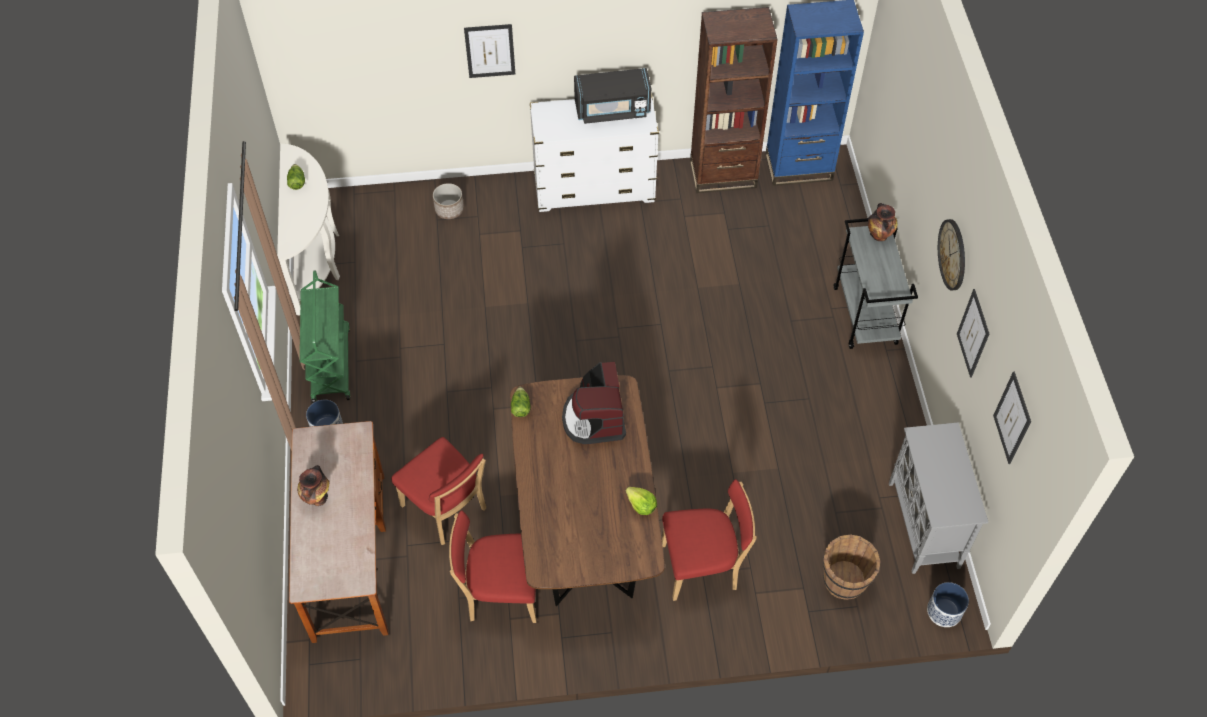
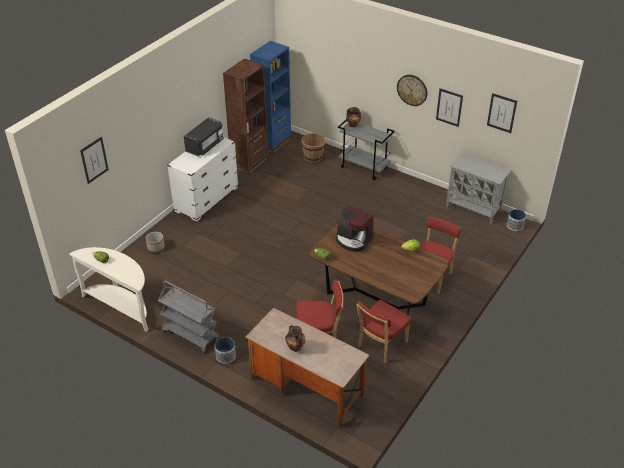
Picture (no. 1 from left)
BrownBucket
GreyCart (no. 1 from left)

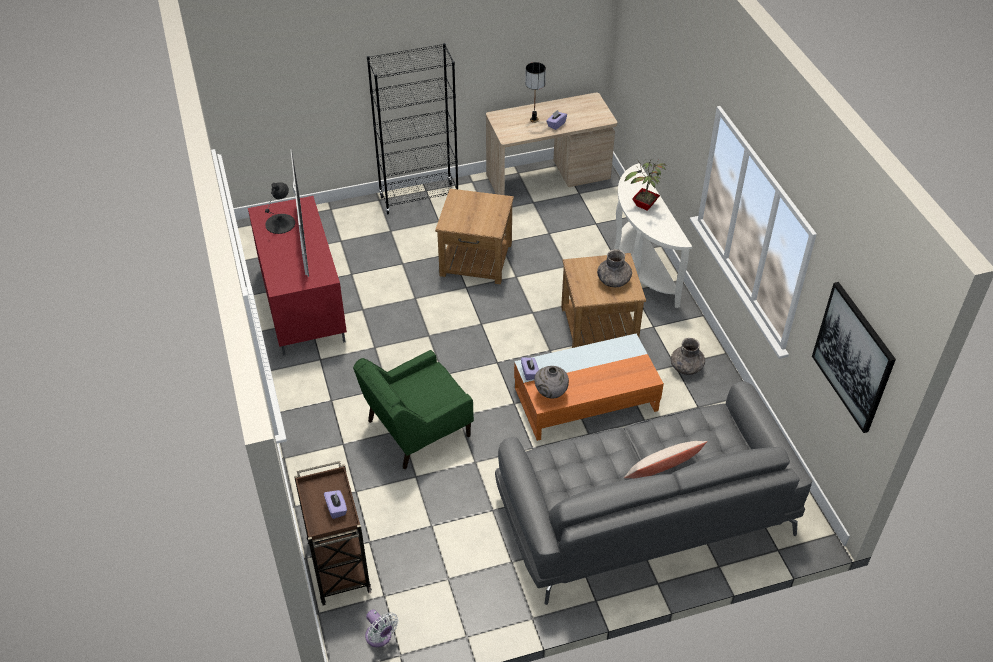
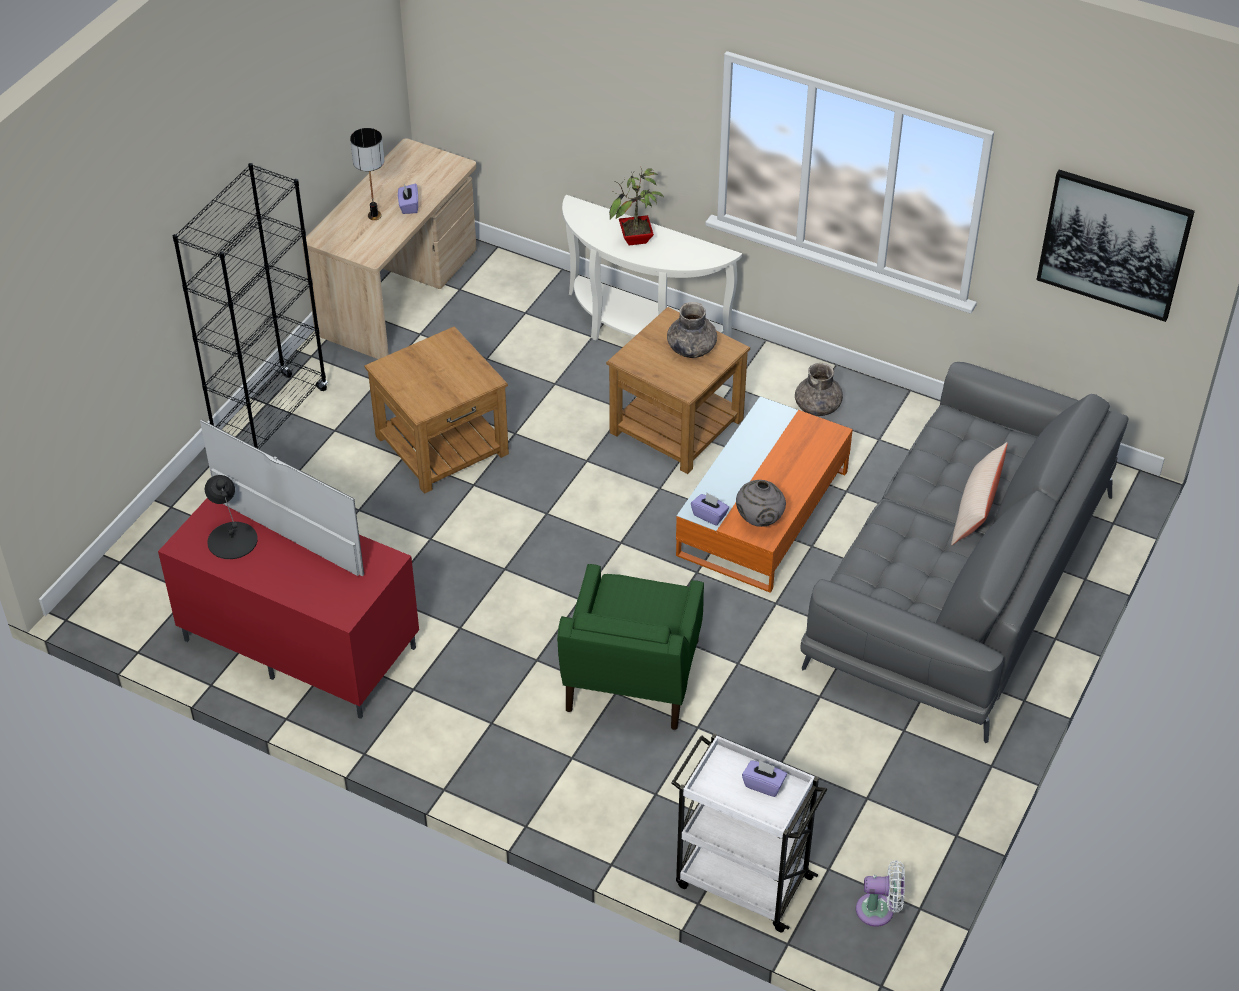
WhiteCart

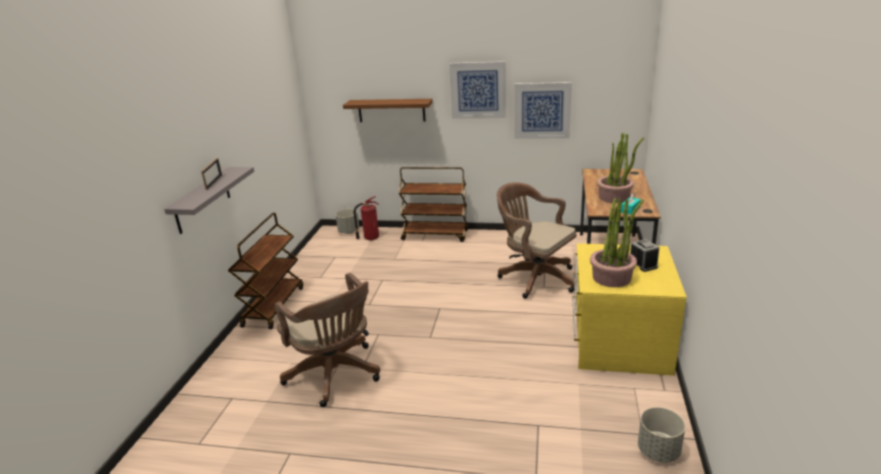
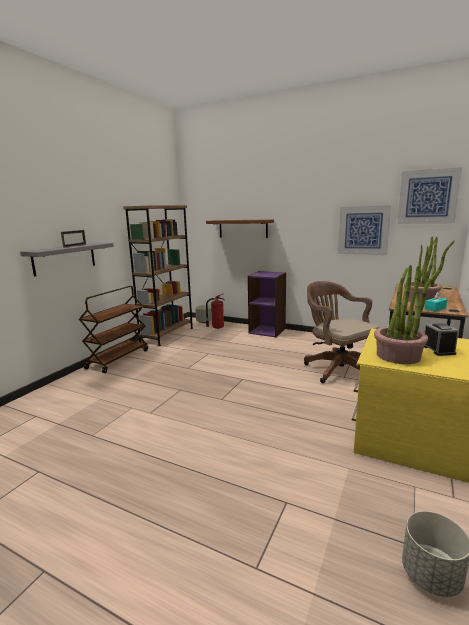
BrownOfficeChair (no. 1 from left in the first image)
BrownBookcase
Picture (no. 2 from left)
PurpleBookcase

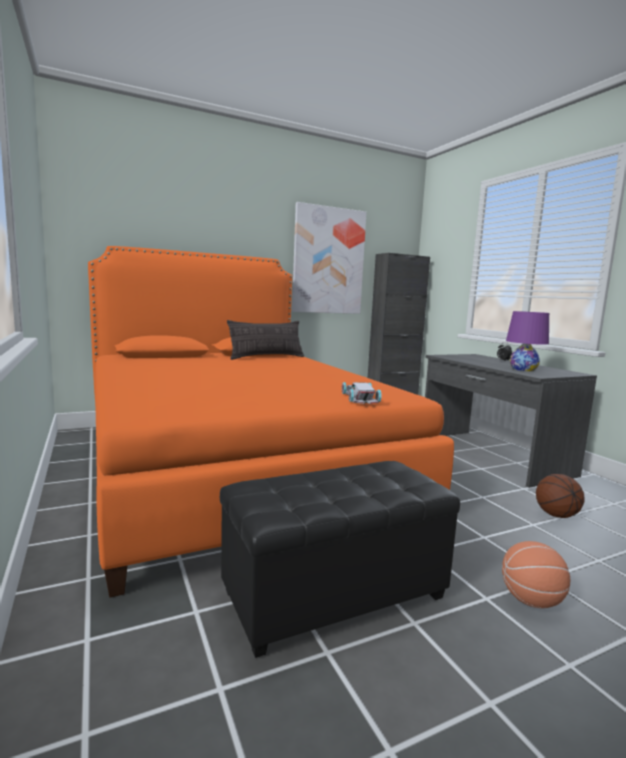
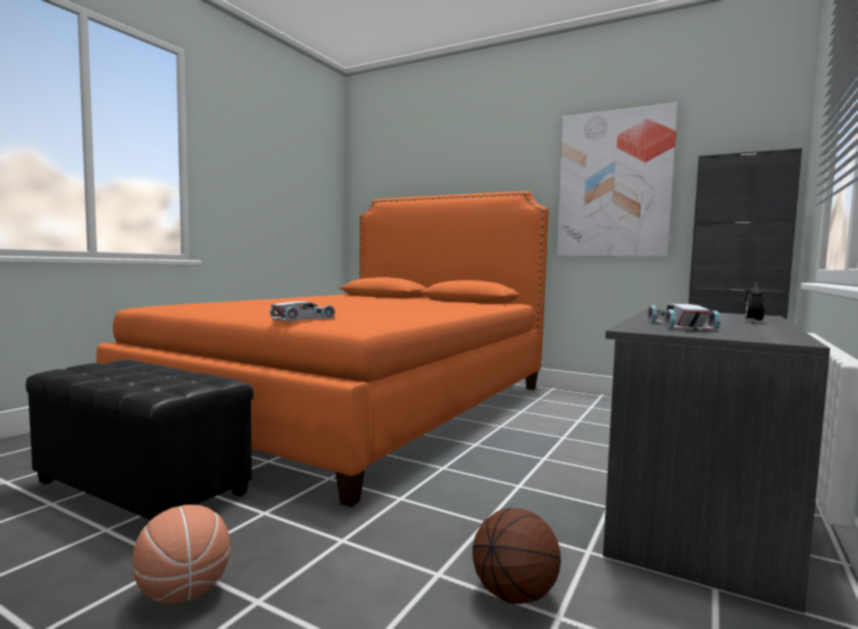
Pillow
WhiteToyCar (no. 2 from left)

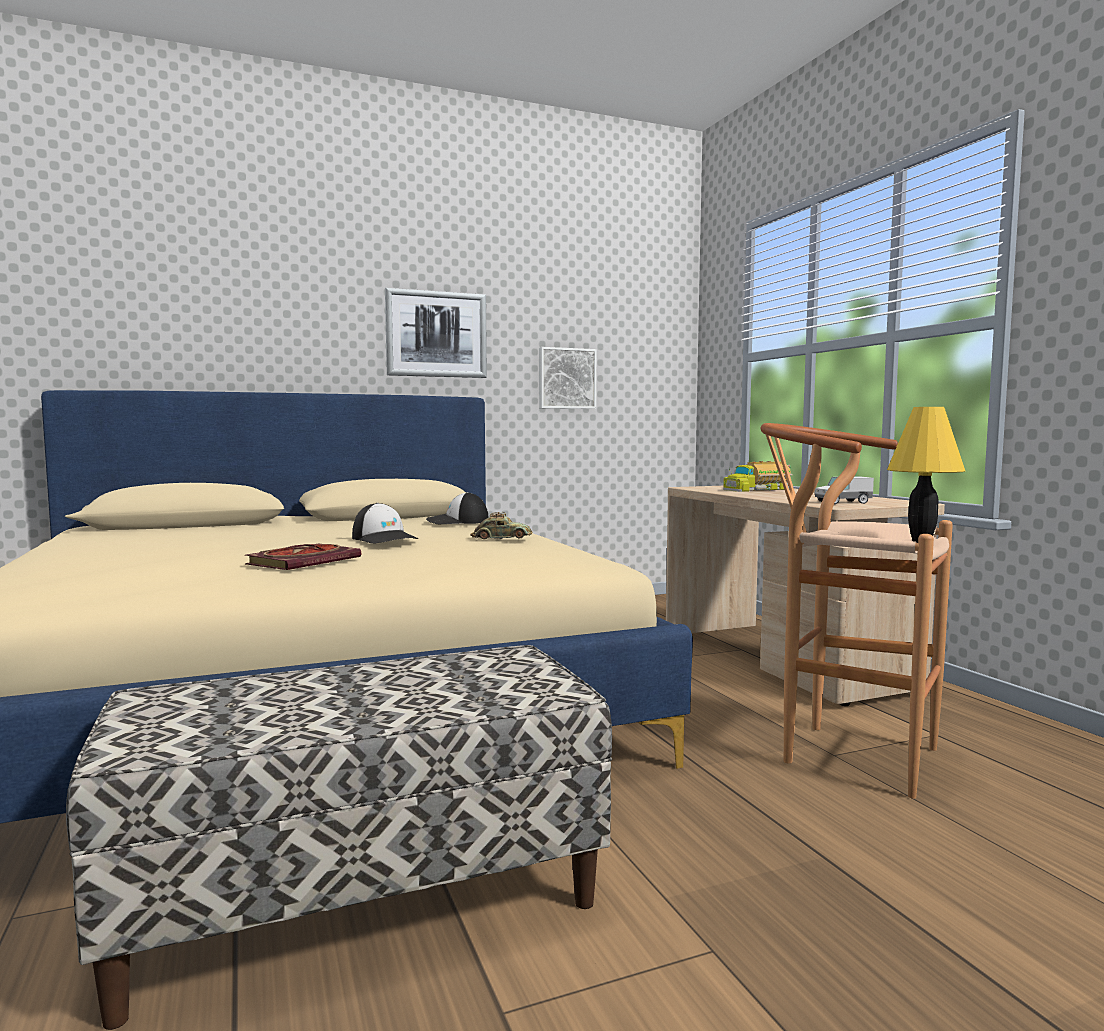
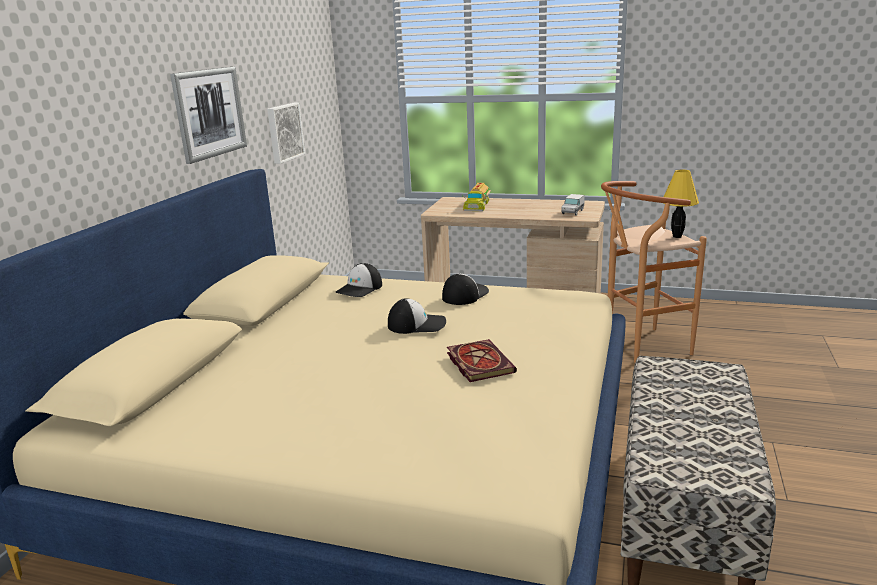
Cap (no. 3 from left)

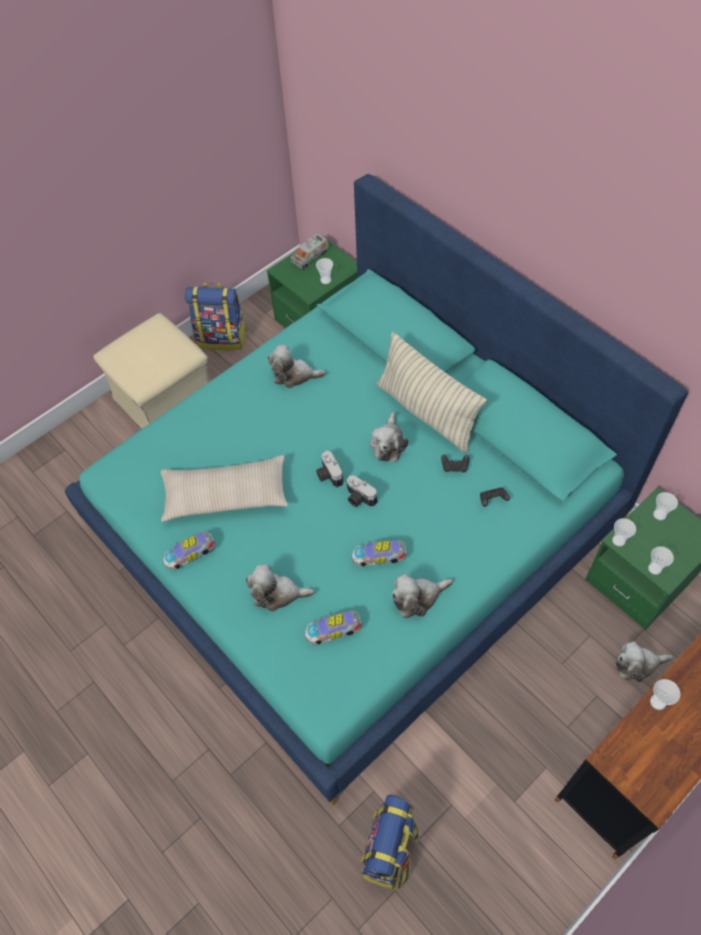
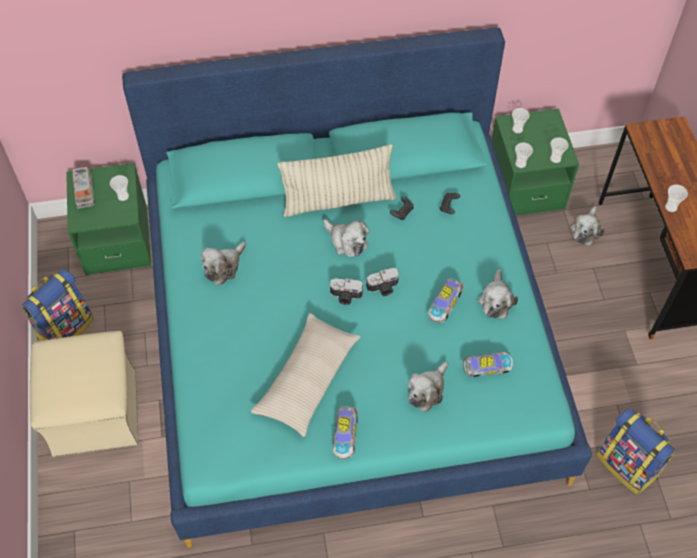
ToyCar (no. 3 from left)

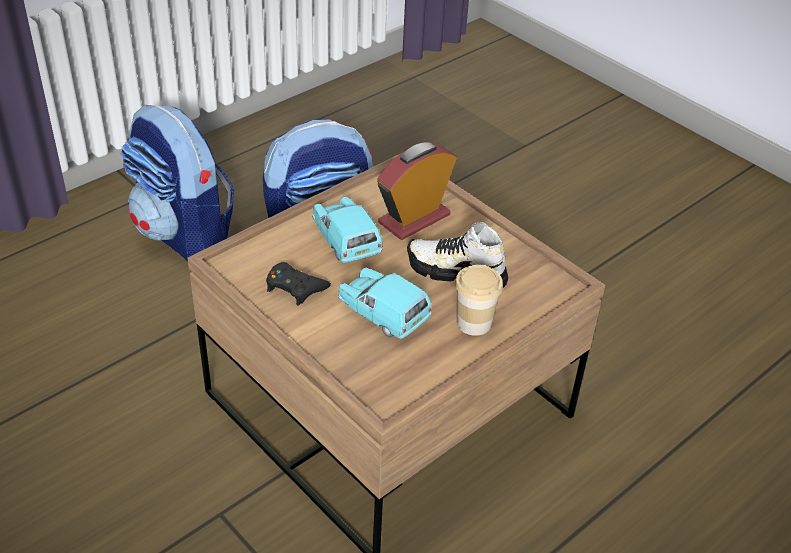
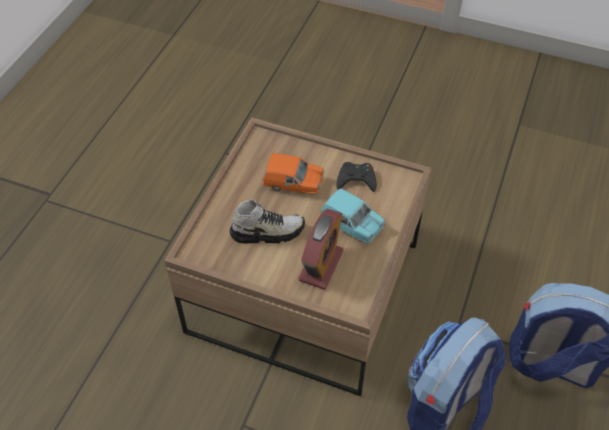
Cup
OrangeToyCar

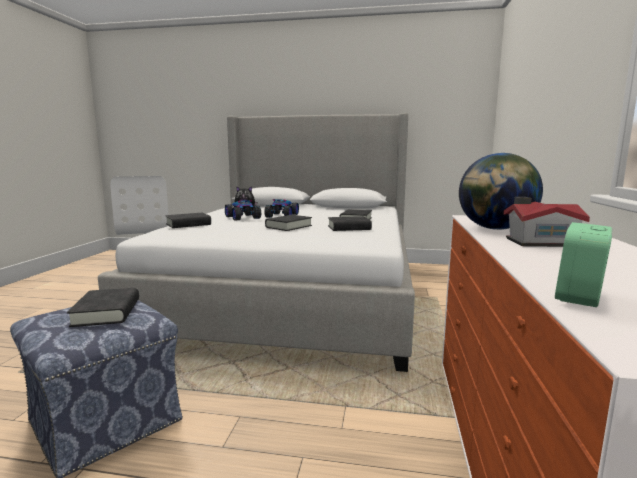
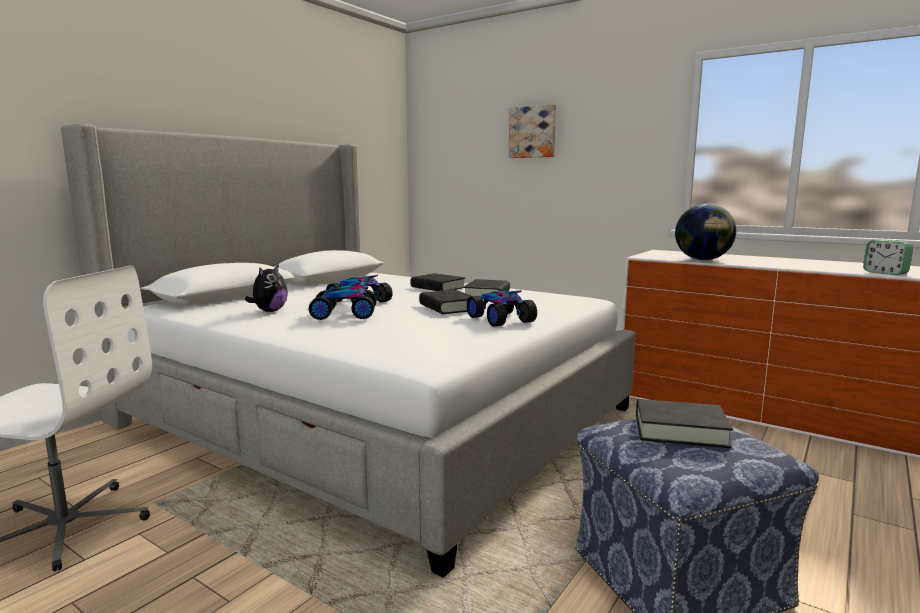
BlackBook (no. 2 from left in the first image)
ToyHouse
ToyCar (no. 3 from left)
Picture

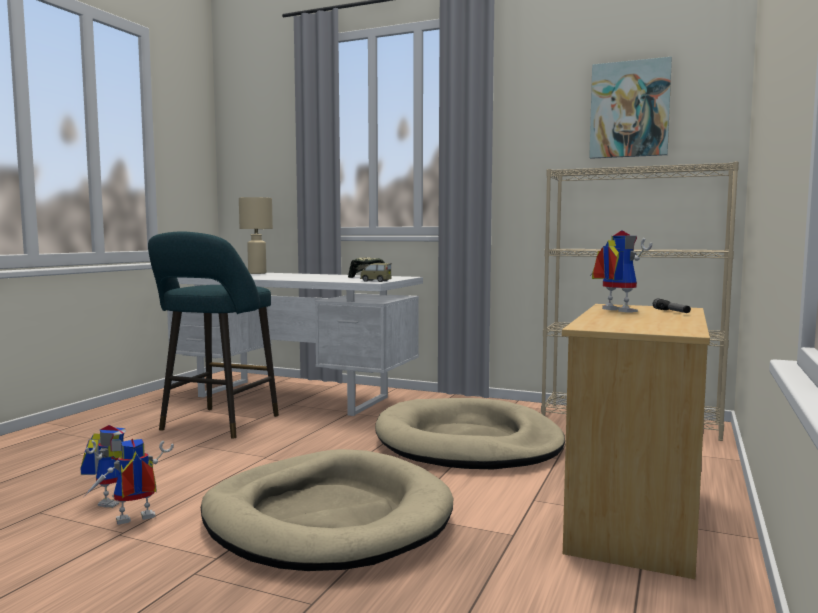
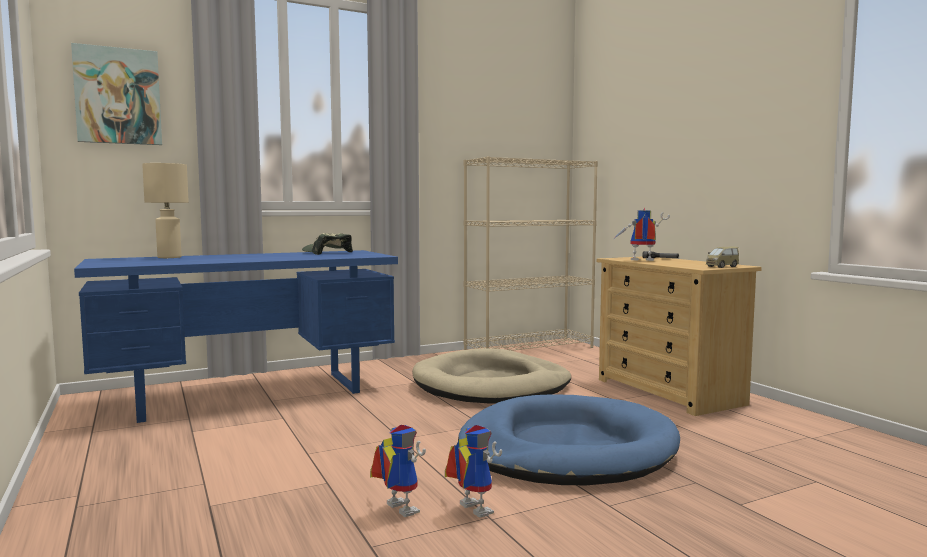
TurquoiseStool
ToyCar
Picture
BlueDesk
BlueDogBed
ToyRobot (no. 2 from left)

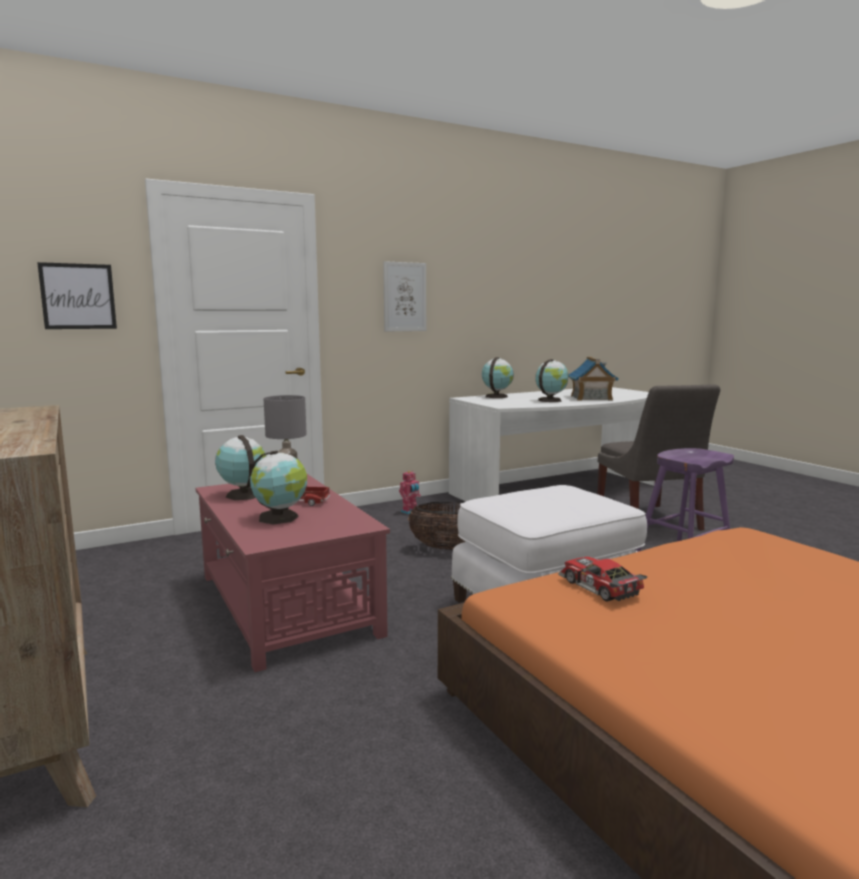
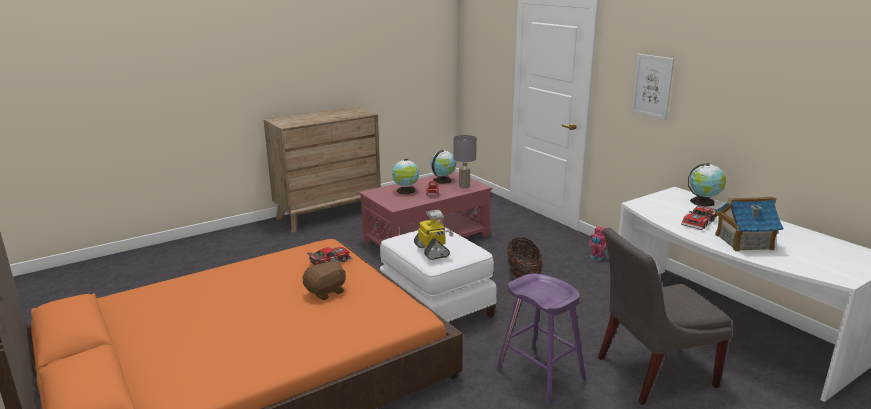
Picture (no. 1 from left in the first image)
BrownPlushToy
ToyRobot (no. 1 from left)
ToyCar (no. 2 from left)

